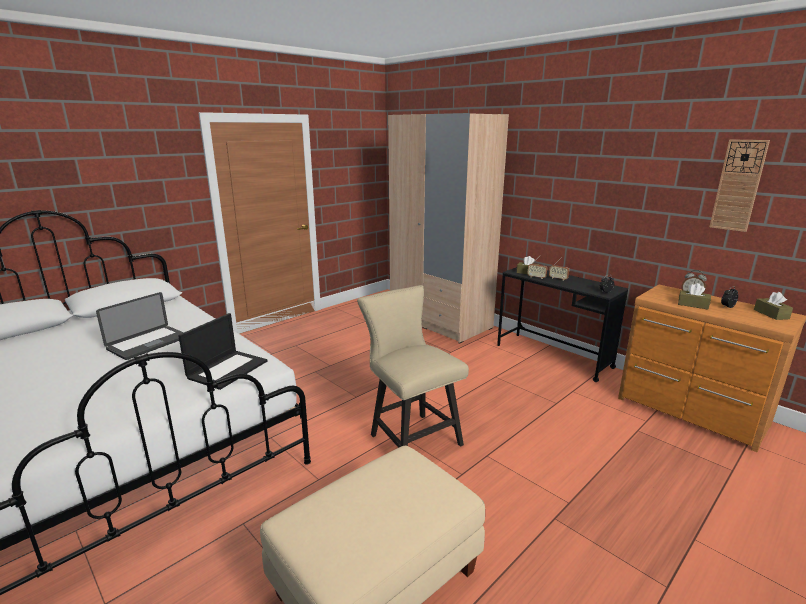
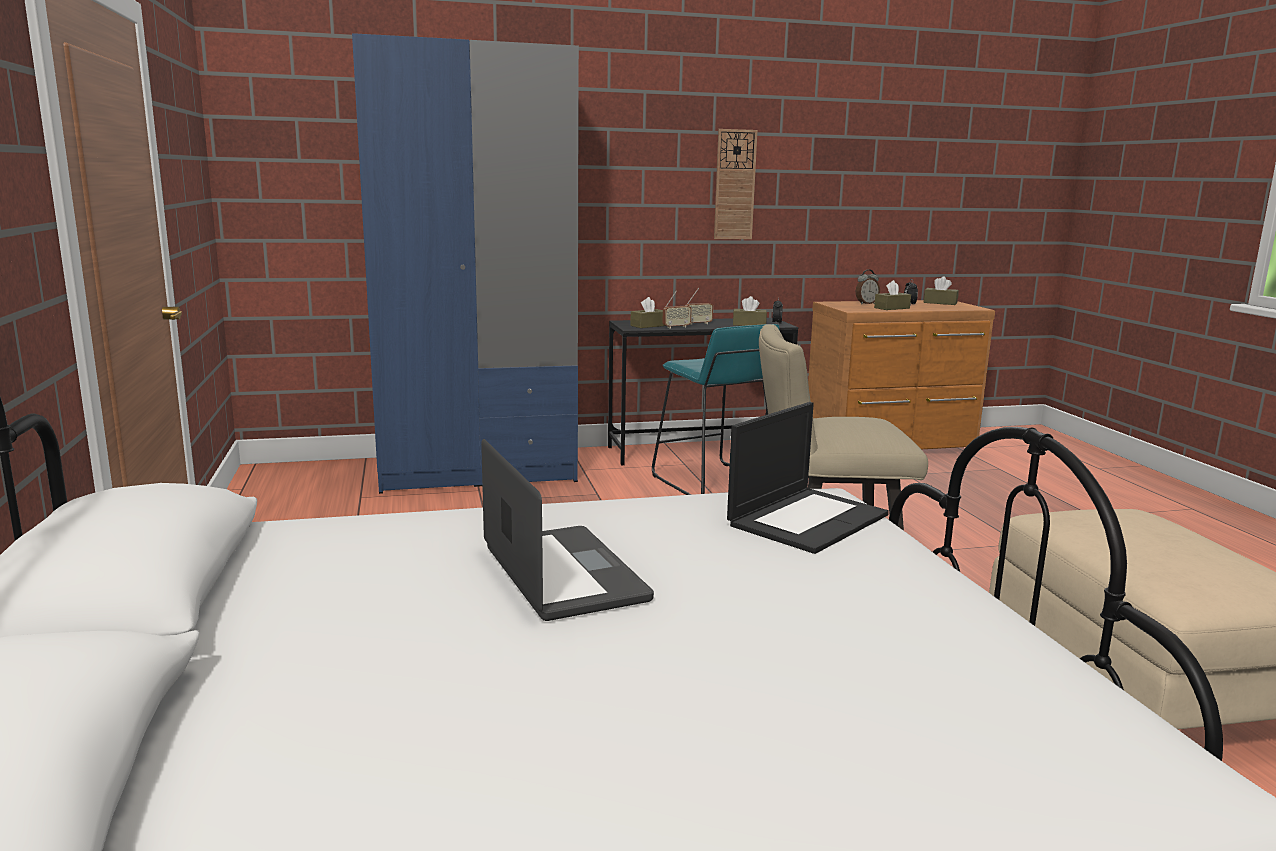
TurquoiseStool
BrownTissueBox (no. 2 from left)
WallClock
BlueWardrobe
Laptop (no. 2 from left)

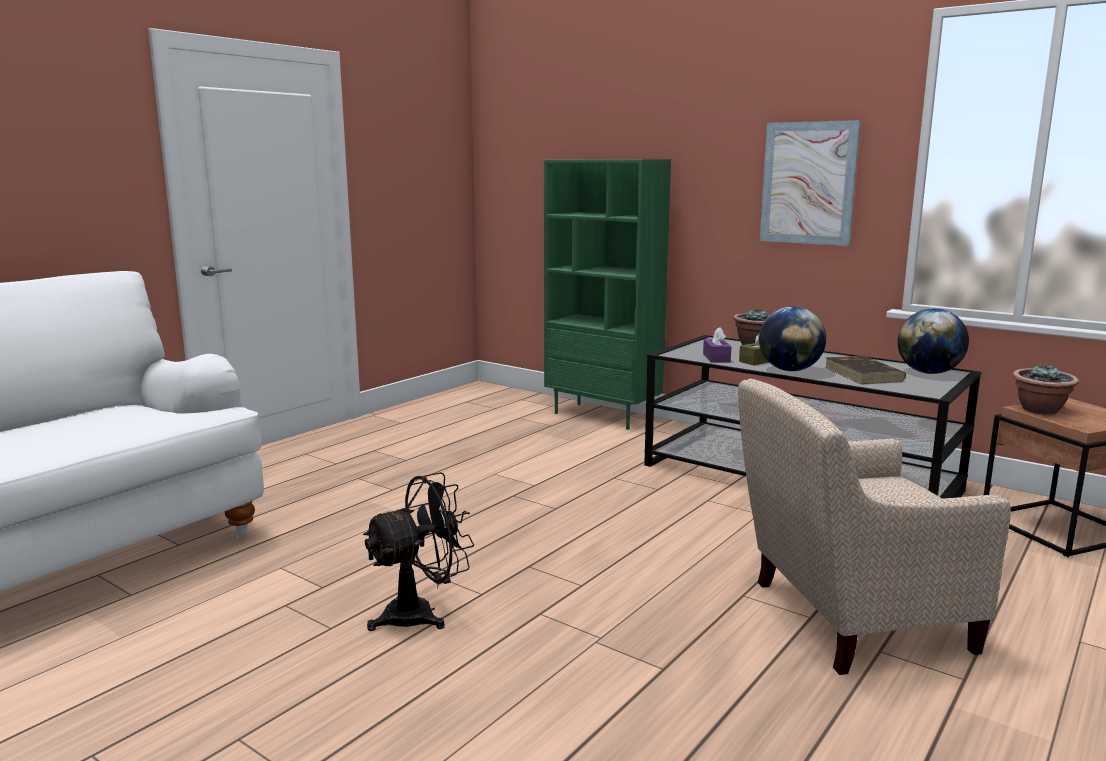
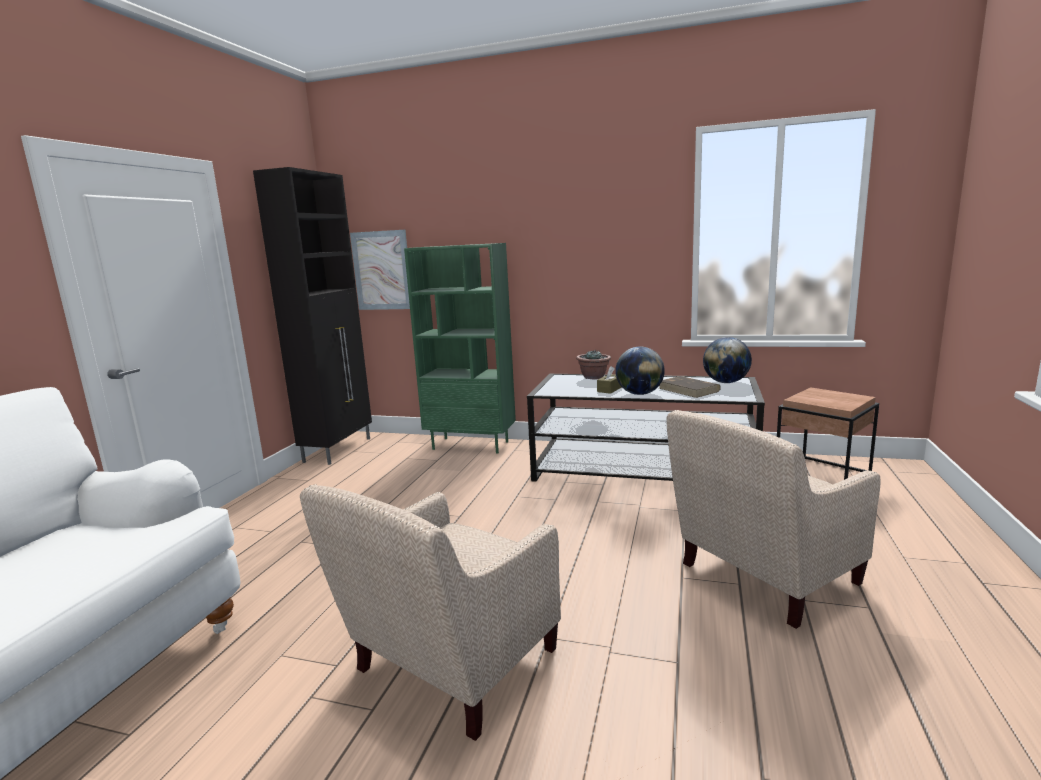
PurpleTissueBox
PottedPlant (no. 2 from left in the first image)
BlackCabinet
Picture
BeigeArmchair (no. 1 from left)

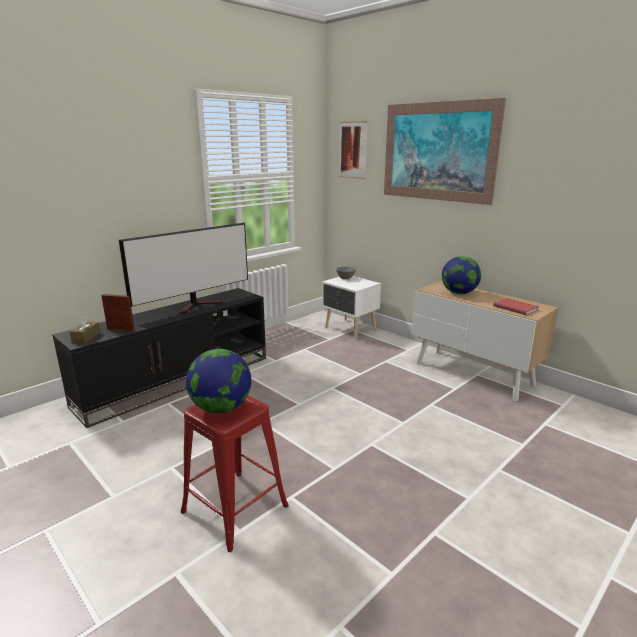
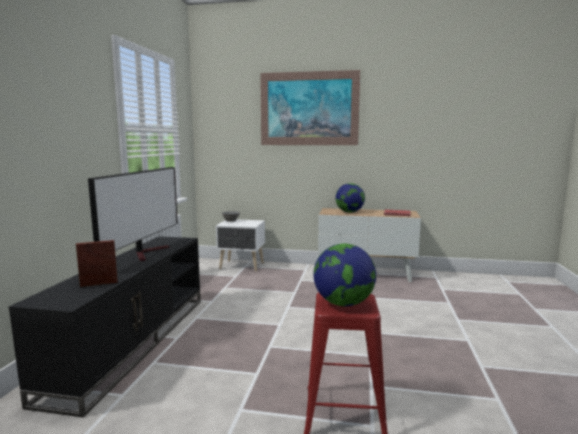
BrownTissueBox
Picture (no. 1 from left in the first image)

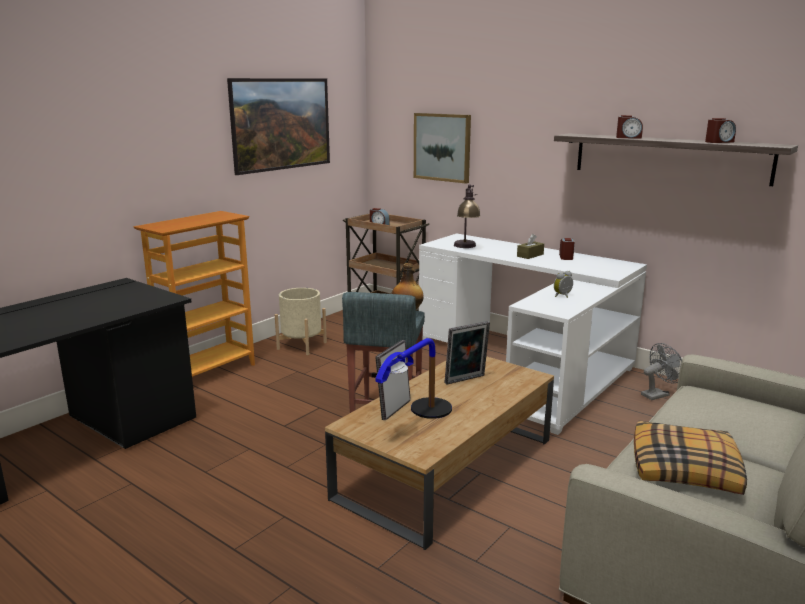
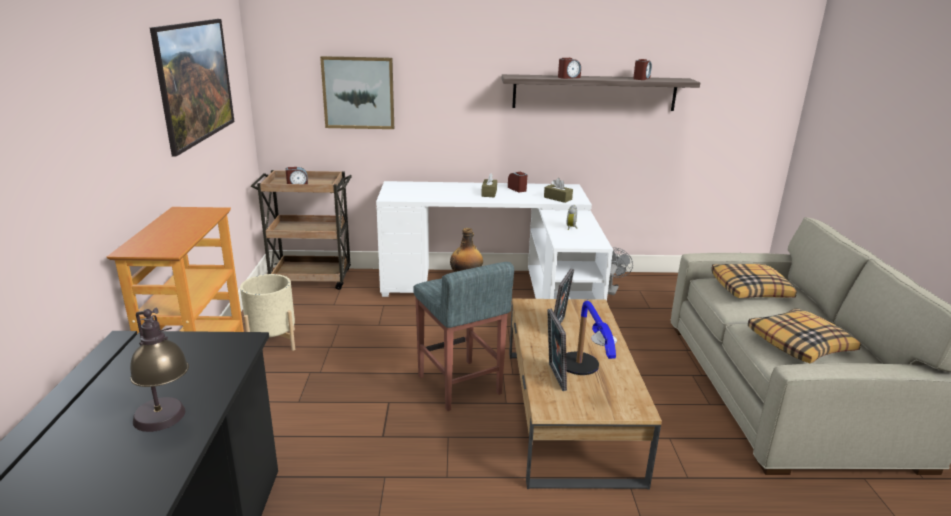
BrownTissueBox (no. 2 from left)
Pillow (no. 1 from left)
TableLamp (no. 1 from left)

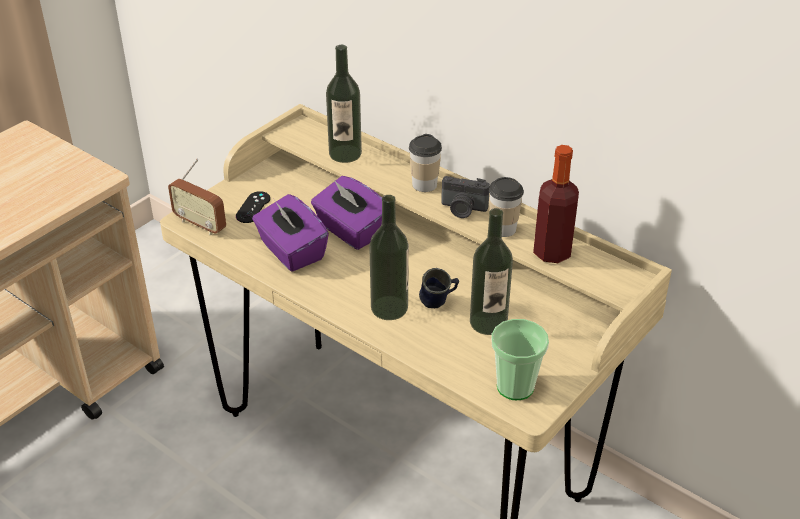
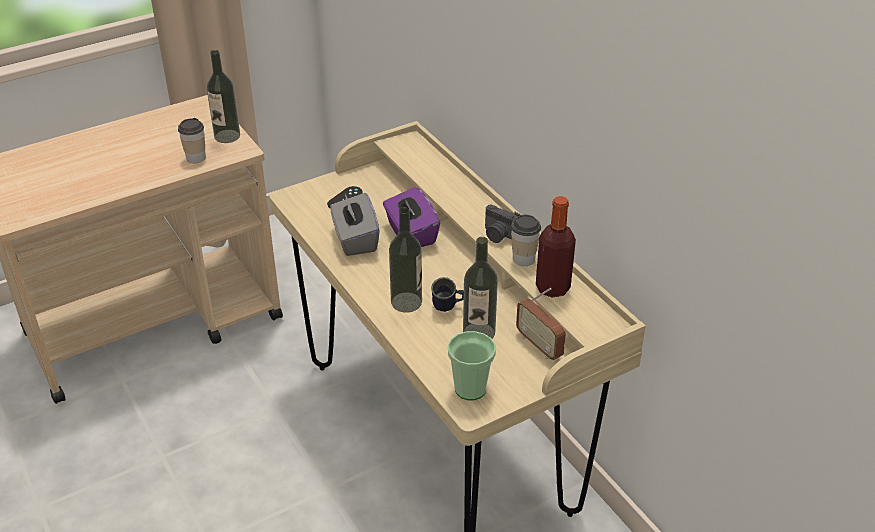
Radio
Bottle (no. 1 from left)
Cup (no. 1 from left)
GreyTissueBox

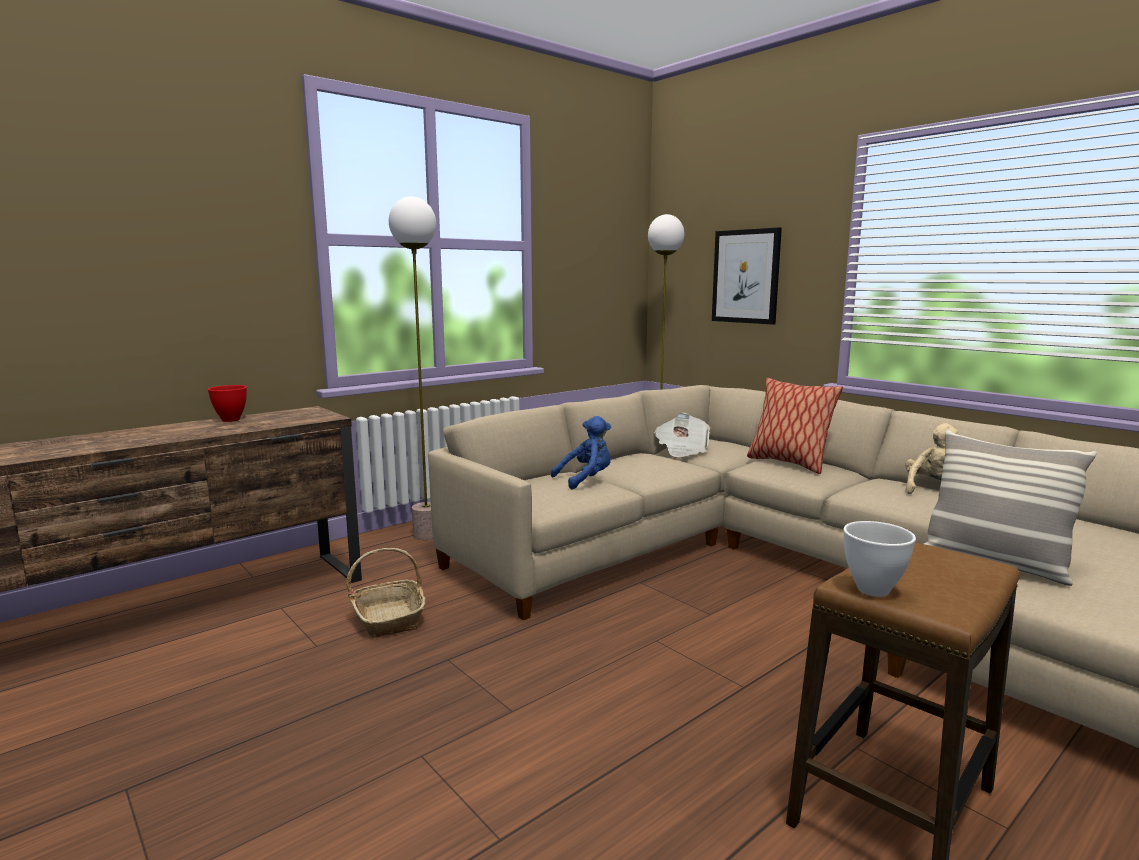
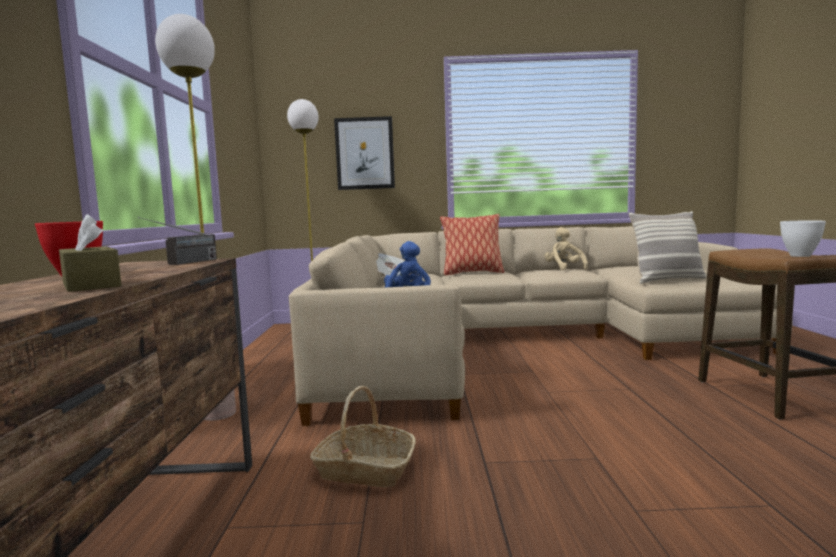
BrownTissueBox
Radio

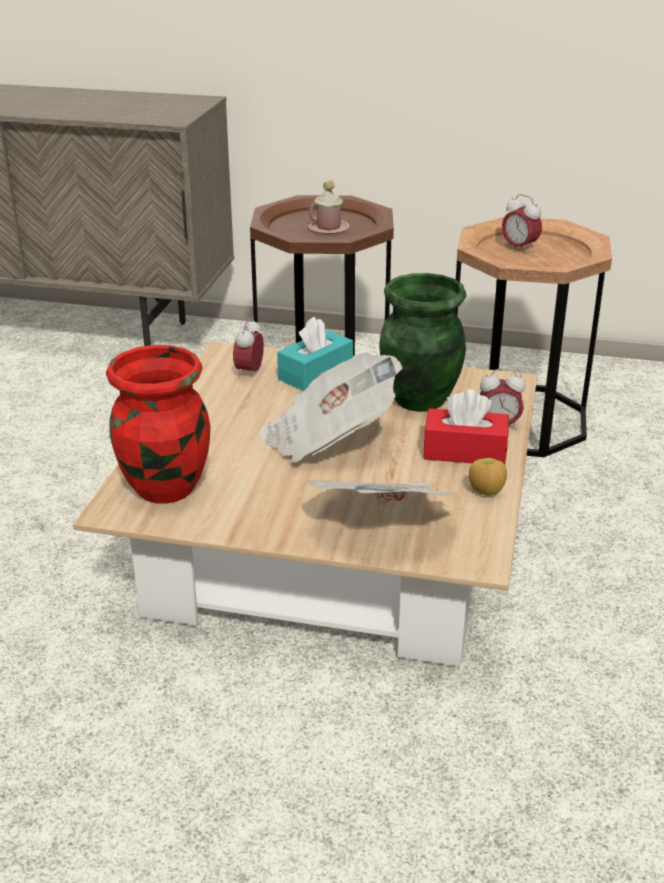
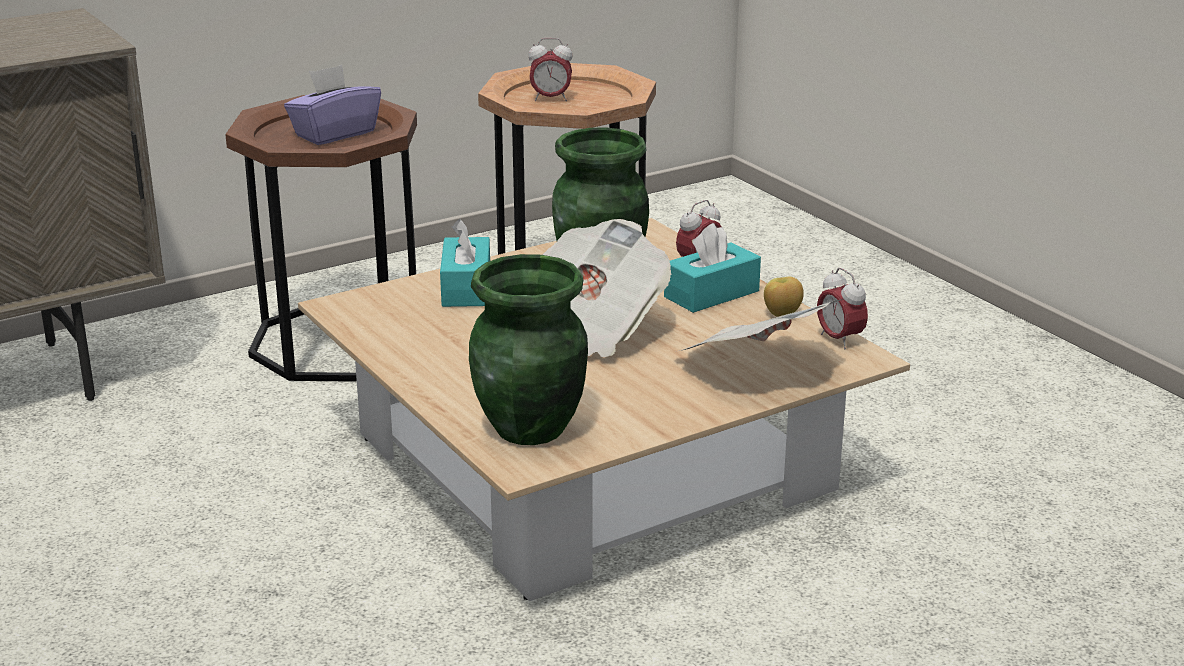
AlarmClock (no. 3 from left)
PurpleTissueBox
GreenVase (no. 1 from left)
TurquoiseTissueBox (no. 2 from left)

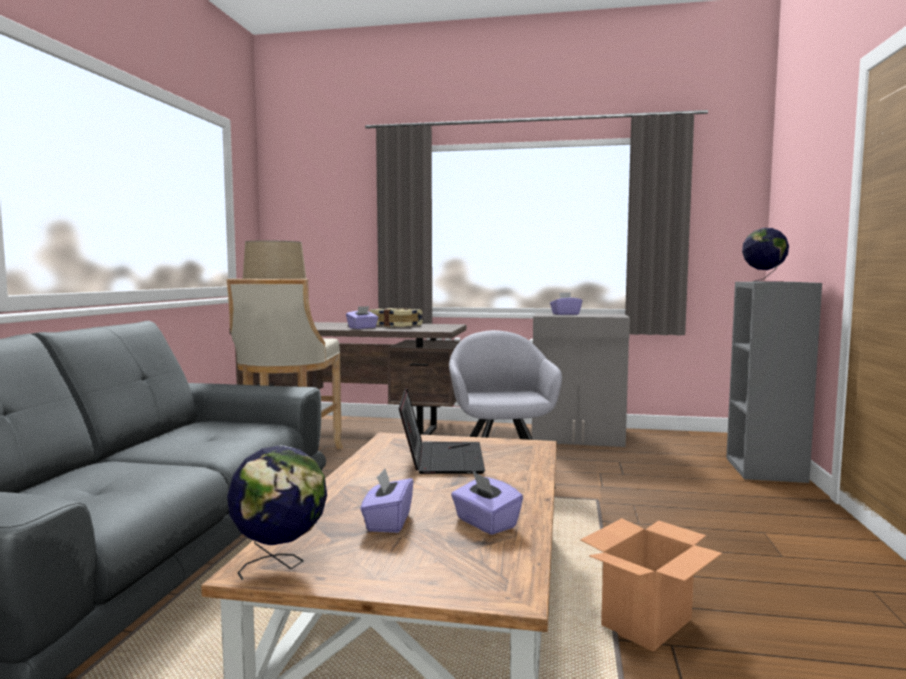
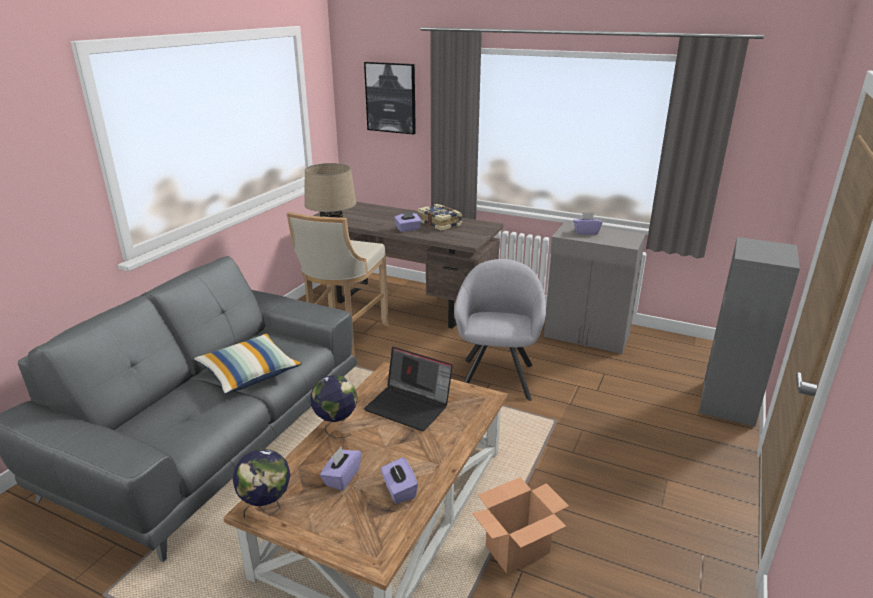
Pillow
Picture
Globe (no. 2 from left)
Laptop

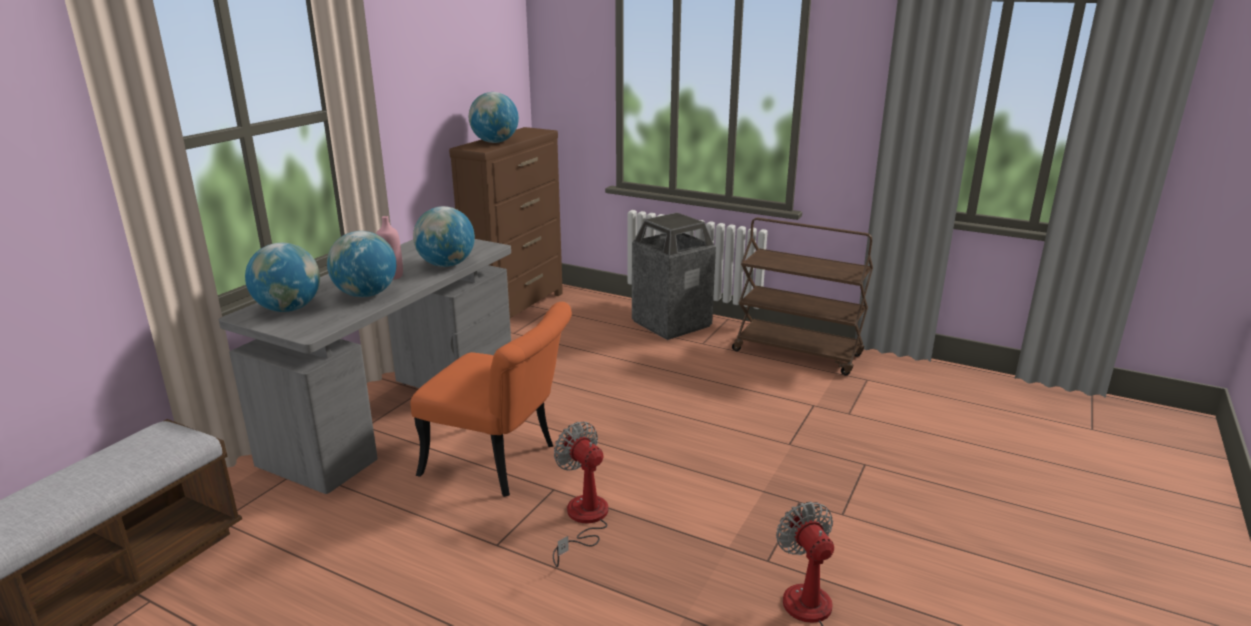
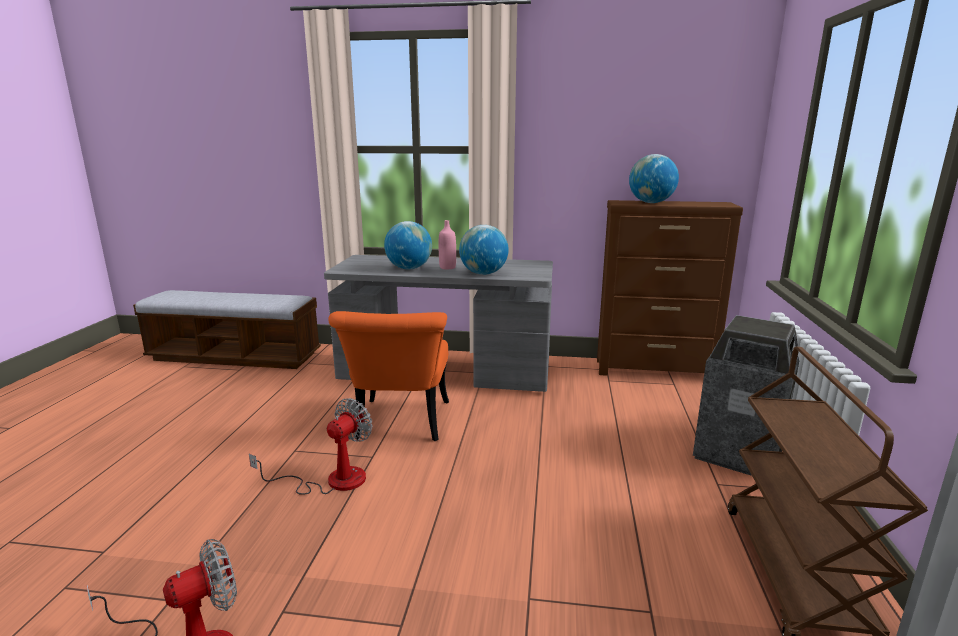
Globe (no. 1 from left in the first image)

